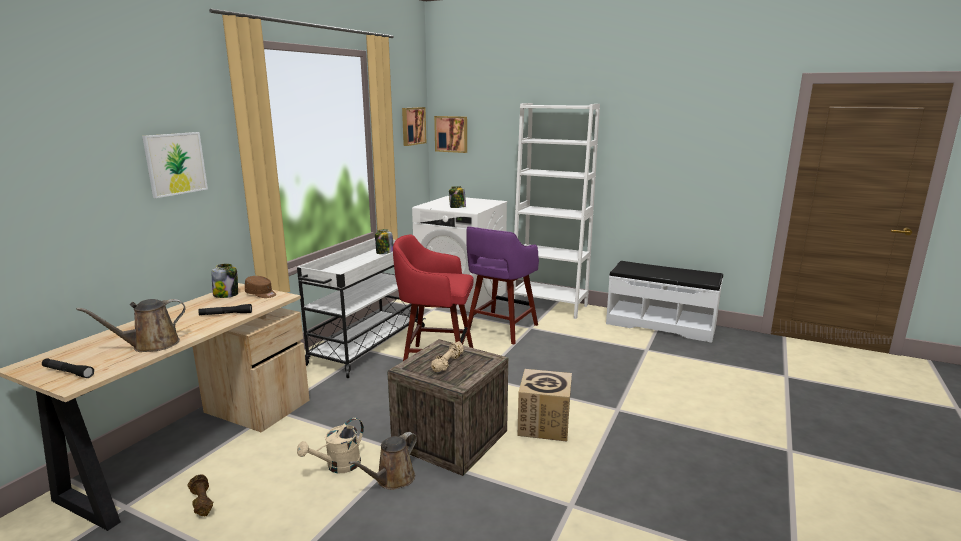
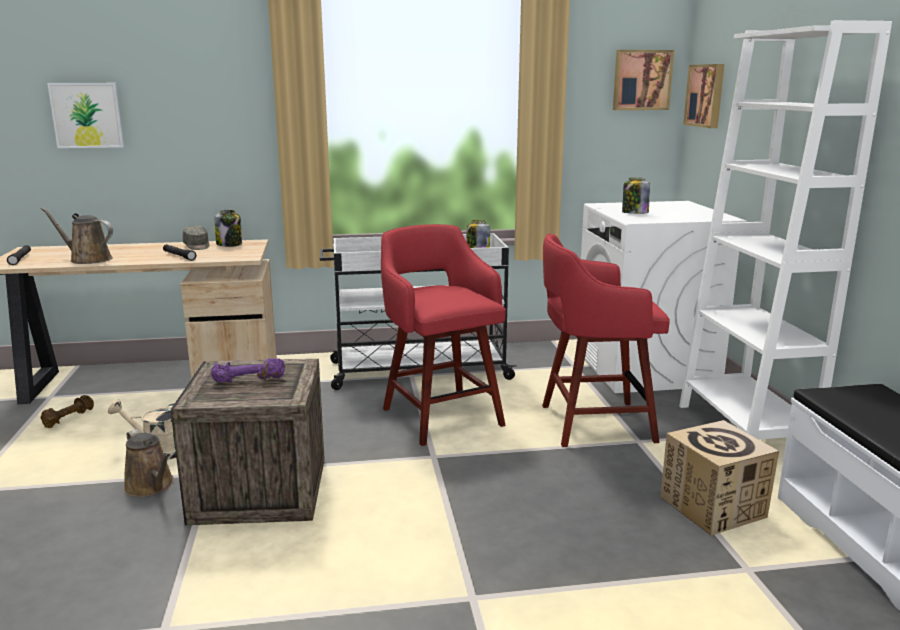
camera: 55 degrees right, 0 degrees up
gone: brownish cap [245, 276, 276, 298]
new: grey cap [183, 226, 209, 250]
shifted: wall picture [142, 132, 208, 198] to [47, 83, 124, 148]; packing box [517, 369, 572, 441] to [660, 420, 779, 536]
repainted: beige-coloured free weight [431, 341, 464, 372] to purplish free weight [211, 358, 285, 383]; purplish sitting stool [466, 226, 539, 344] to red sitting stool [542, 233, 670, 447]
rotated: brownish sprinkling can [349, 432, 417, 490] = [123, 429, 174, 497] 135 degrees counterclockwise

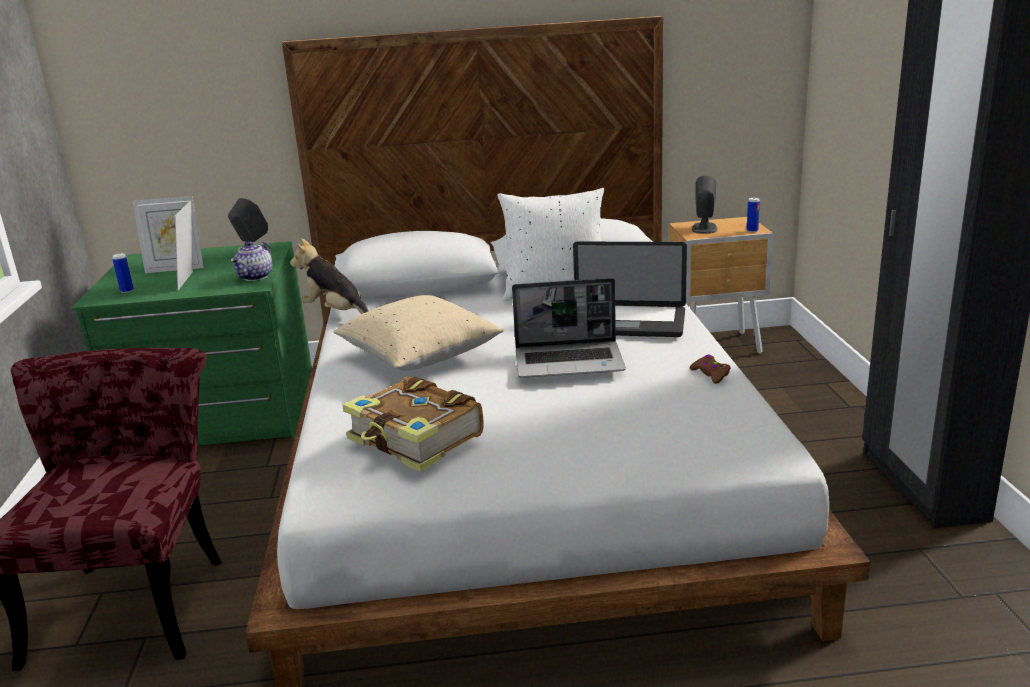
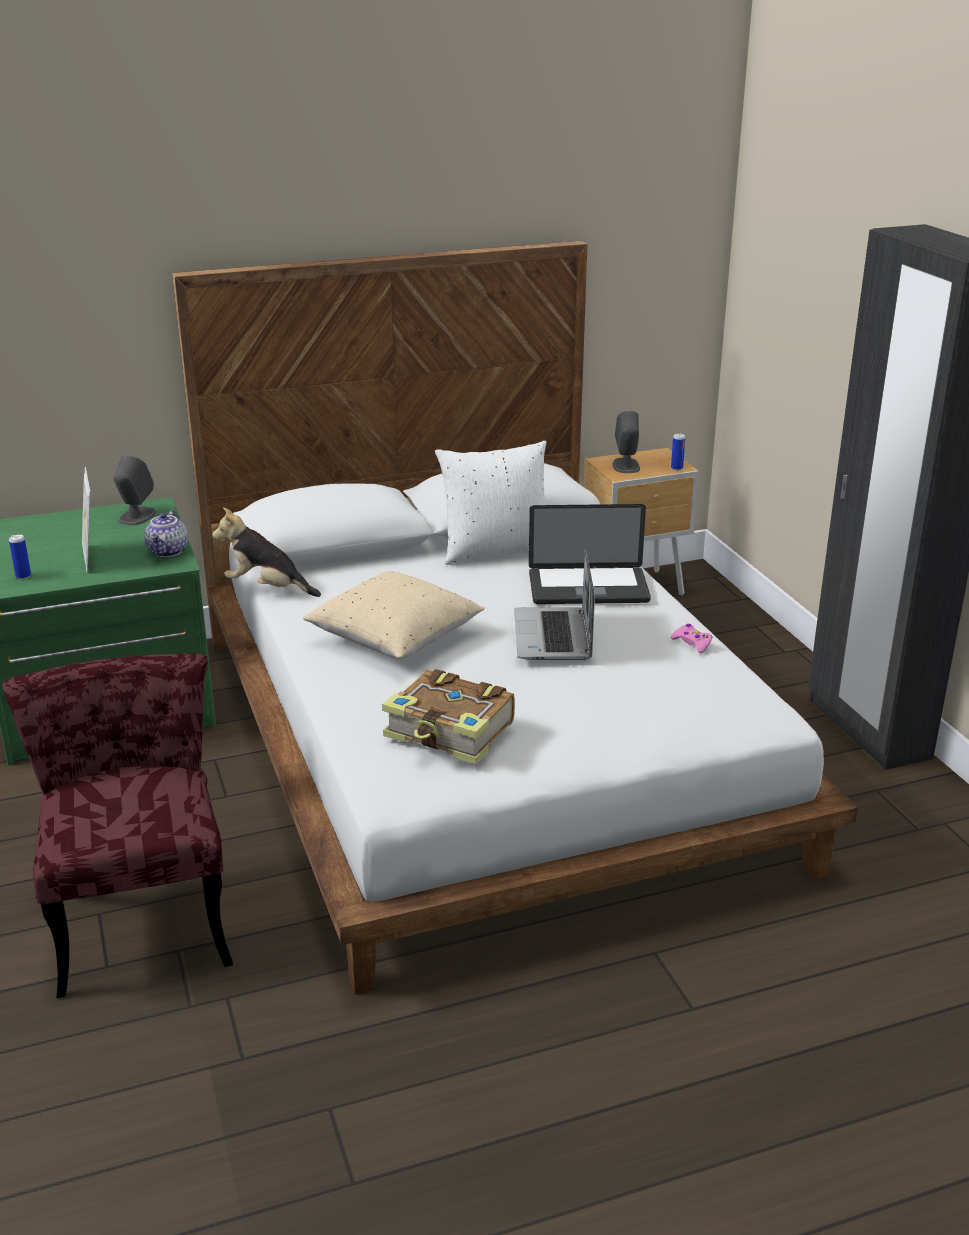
camera: 15 degrees left, 5 degrees up
gone: photo frame [133, 196, 204, 273]
repainted: brownish joypad [689, 354, 731, 384] to pinkish joypad [671, 624, 713, 653]
rotated: notebook computer [512, 278, 626, 378] = [514, 548, 595, 660] 105 degrees clockwise

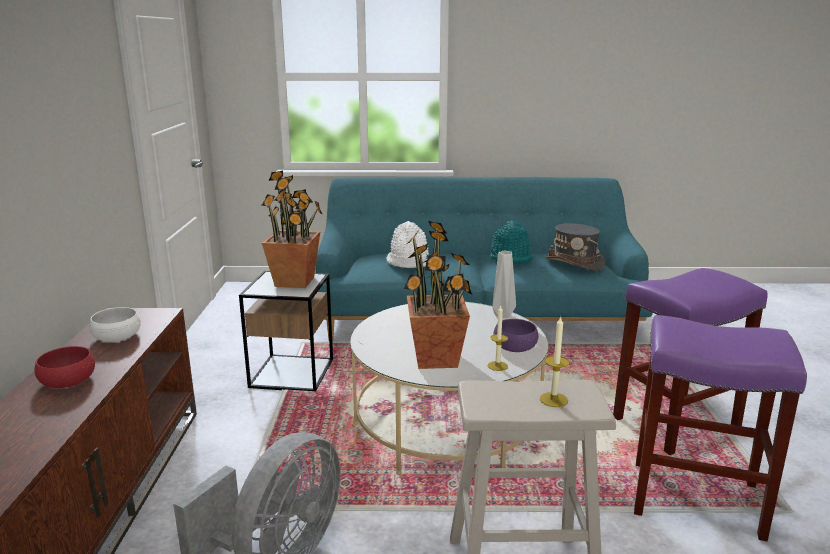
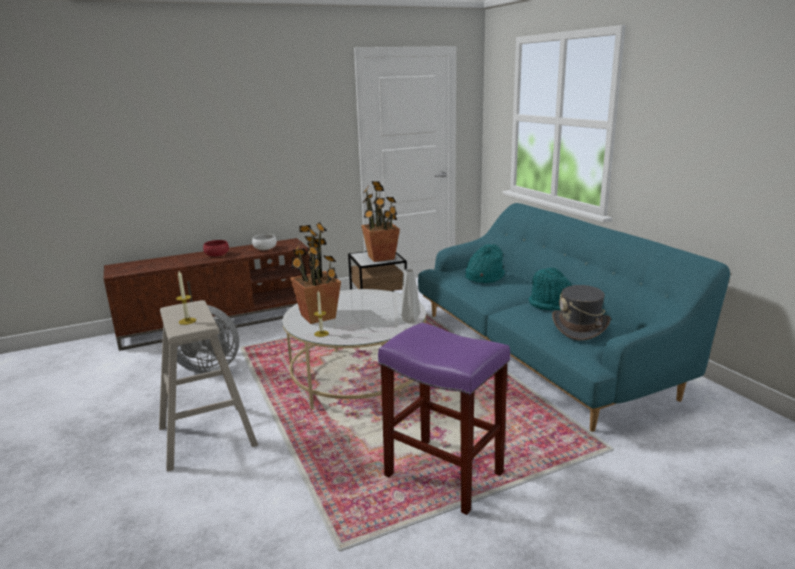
camera: 65 degrees right, 0 degrees up
gone: purplish bowl [493, 319, 538, 352]; purplish sitting stool [634, 315, 807, 541]
repainted: white-coloured hat [387, 221, 429, 268] to turquoise-coloured hat [465, 244, 505, 283]

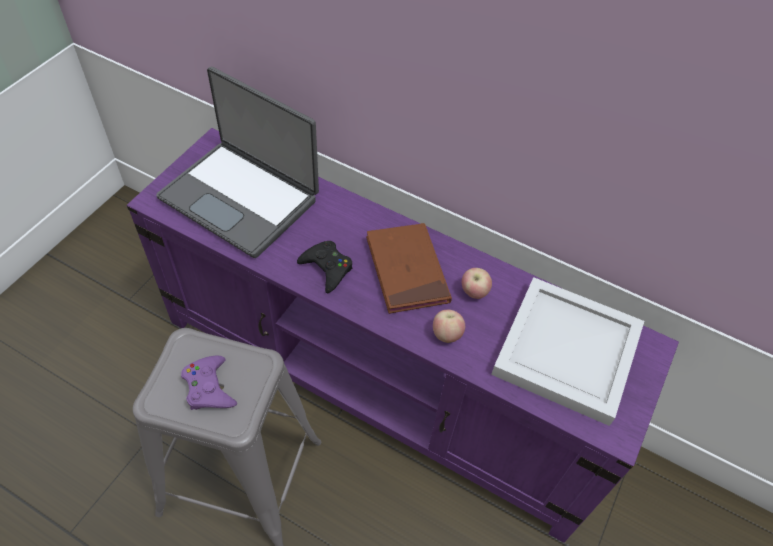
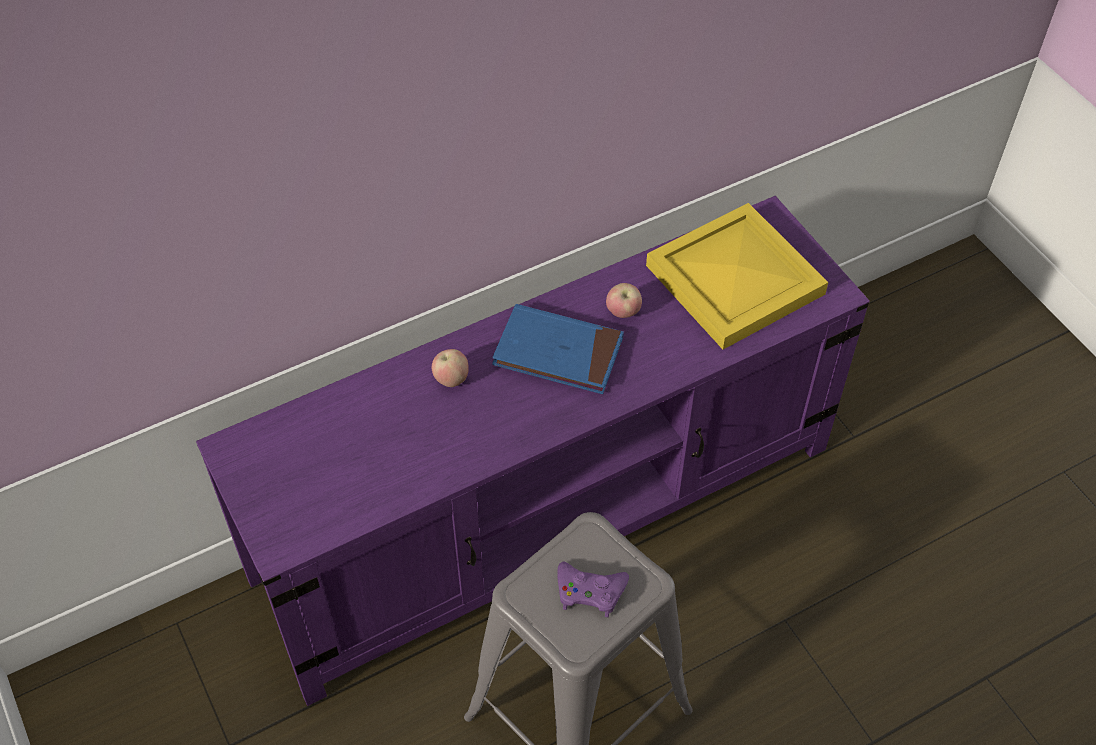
camera: 55 degrees left, 0 degrees up
gone: notebook computer [156, 67, 319, 258]; black-coloured joypad [297, 241, 352, 293]
shifted: apple fruit [433, 310, 465, 343] to [432, 349, 469, 387]
repainted: brownish book [366, 223, 452, 314] to blue-coloured book [492, 304, 624, 394]; white-coloured serving tray [491, 277, 644, 426] to yellow serving tray [646, 203, 828, 349]

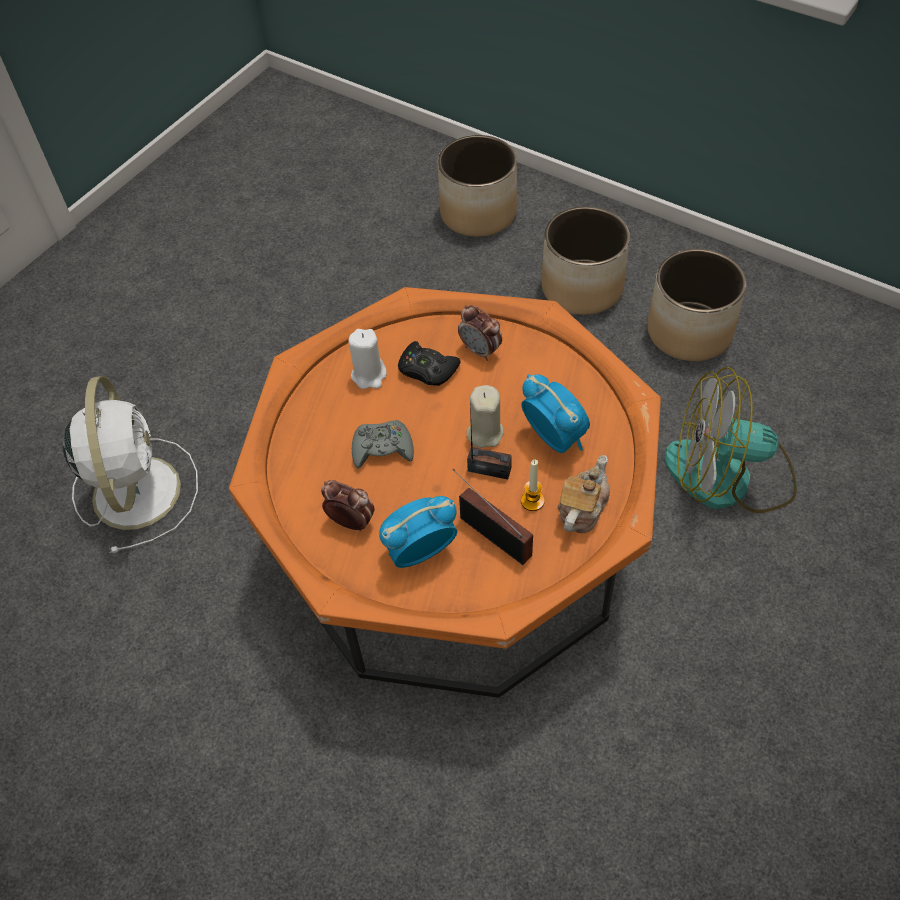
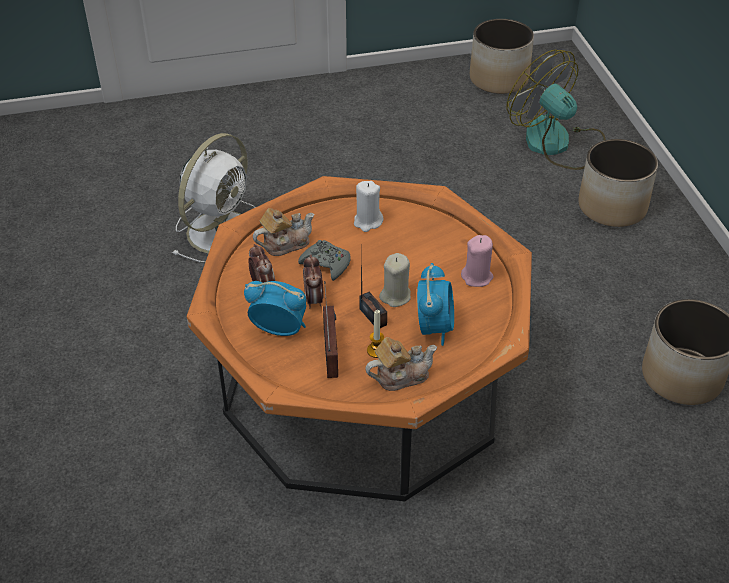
camera: 40 degrees right, 10 degrees down
gone: black-coloured joypad [398, 341, 461, 386]
new: teapot [253, 208, 314, 256]; pinkish wax candle [461, 235, 494, 287]
shifted: table clock [458, 305, 502, 361] to [303, 254, 324, 308]; flower pot [541, 207, 630, 315] to [470, 19, 534, 94]; electric fan [665, 367, 797, 513] to [507, 50, 606, 170]

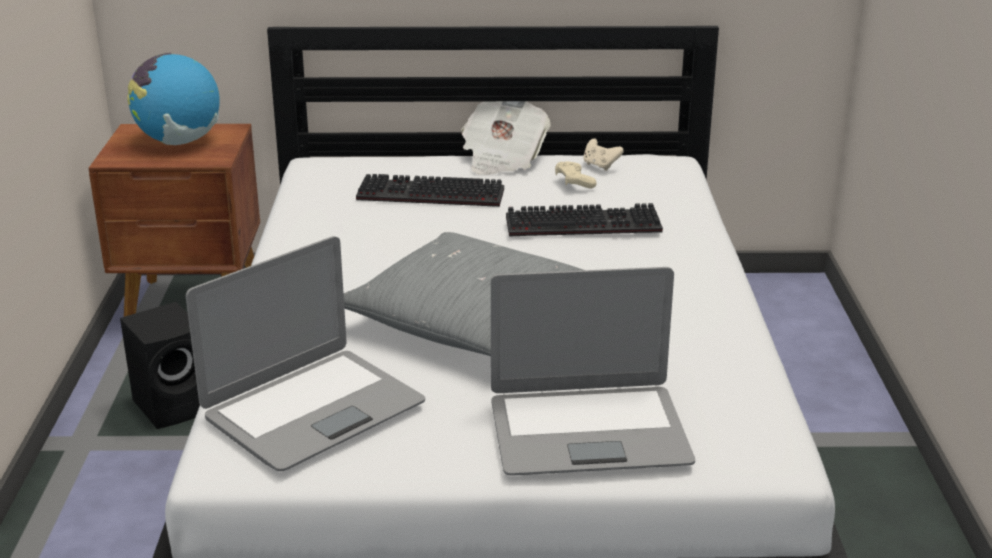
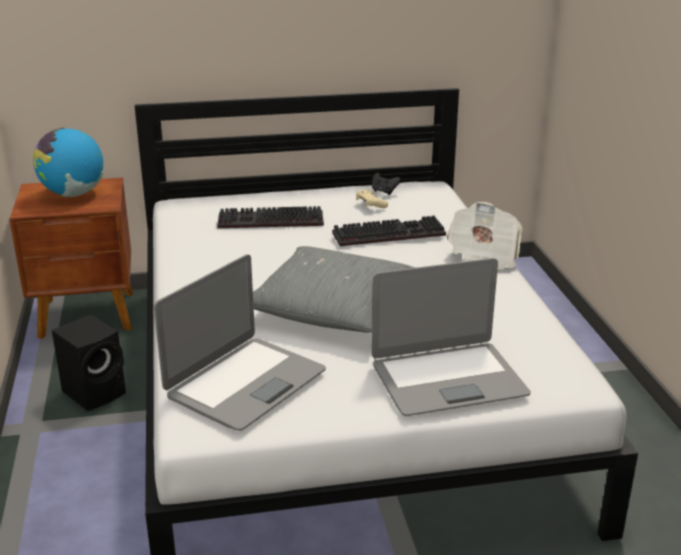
camera: 10 degrees left, 0 degrees up
shifted: daily paper [461, 101, 551, 175] to [446, 202, 523, 271]
repainted: beige-coloured joypad [583, 139, 624, 171] to black-coloured joypad [372, 173, 401, 195]

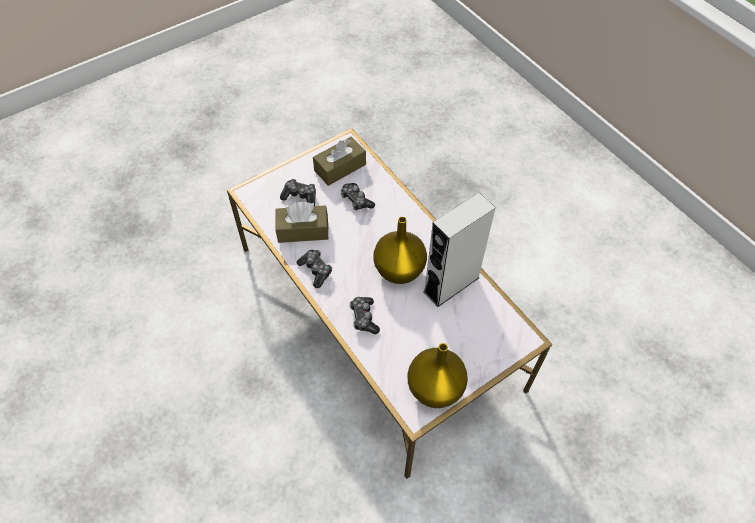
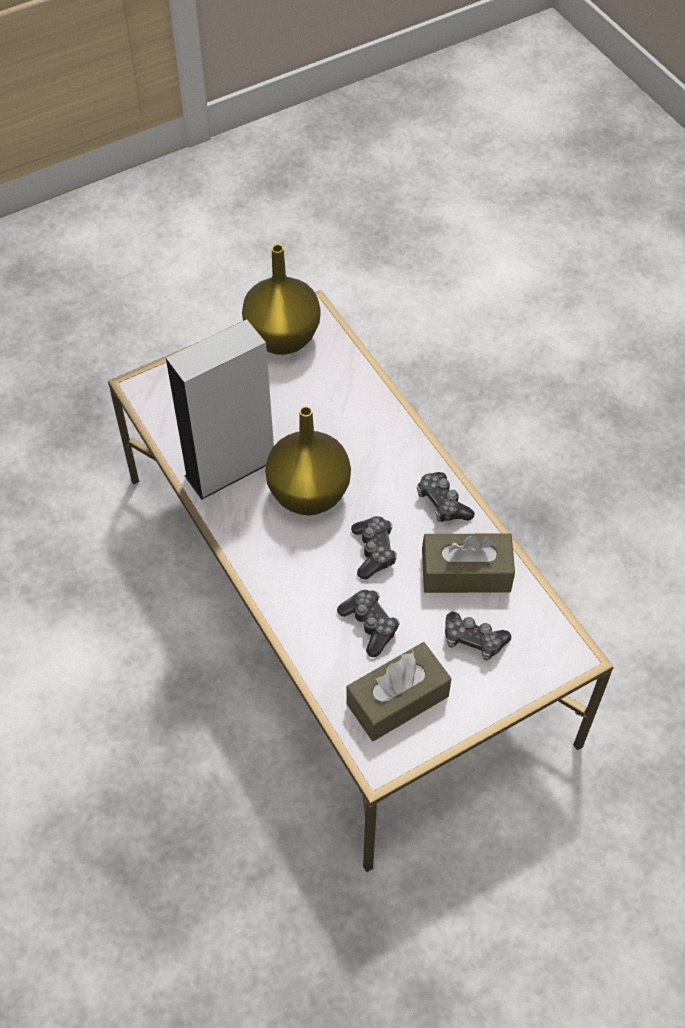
camera: 175 degrees left, 0 degrees up
shifted: joypad [349, 297, 380, 334] to [351, 516, 397, 579]

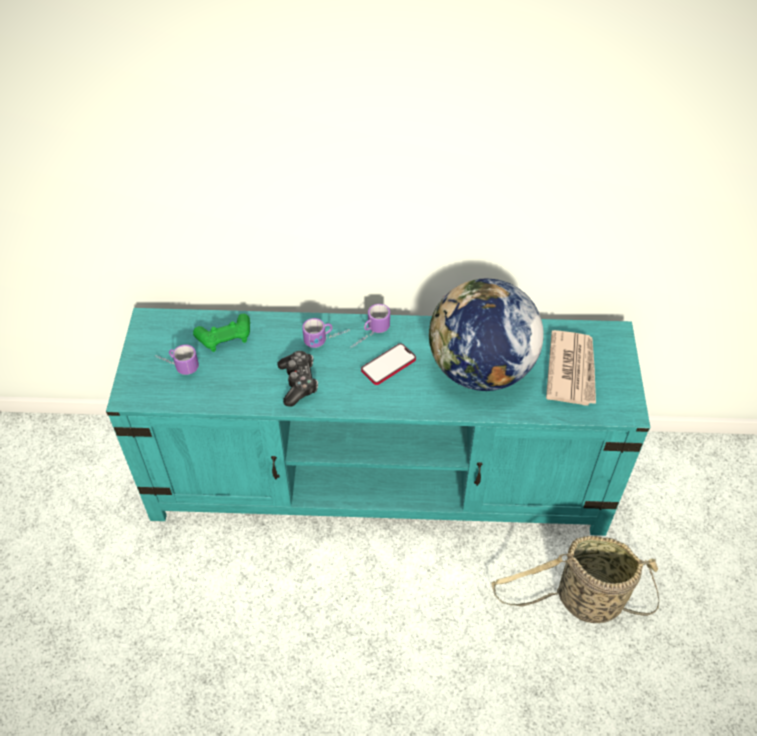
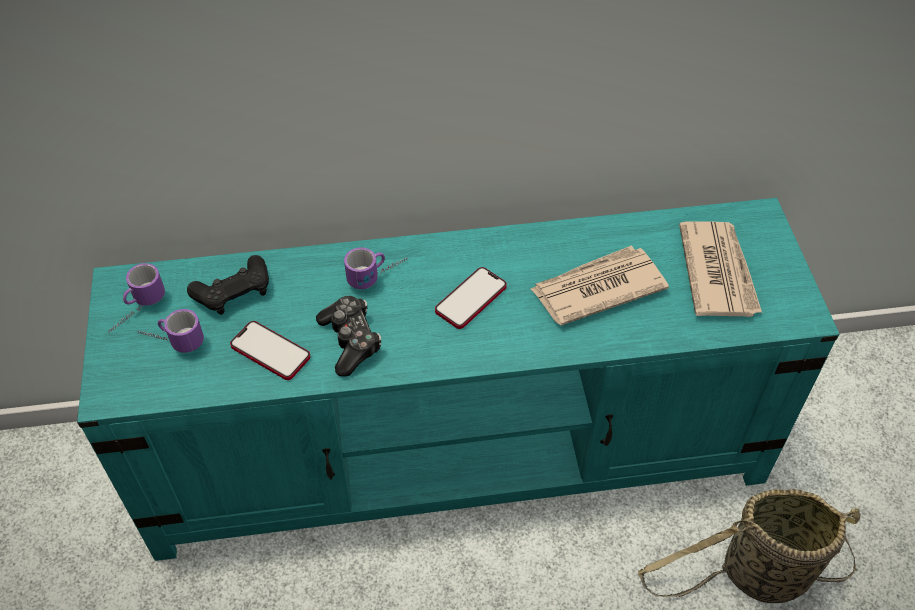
camera: 10 degrees left, 0 degrees up
new: telephone [230, 321, 311, 380]
shifted: mug [352, 304, 390, 348] to [108, 263, 165, 334]
swapped: desk globe [429, 278, 543, 391] to daily paper [531, 246, 669, 325]
repainted: greenish joypad [193, 314, 250, 352] to black-coloured joypad [187, 255, 269, 315]

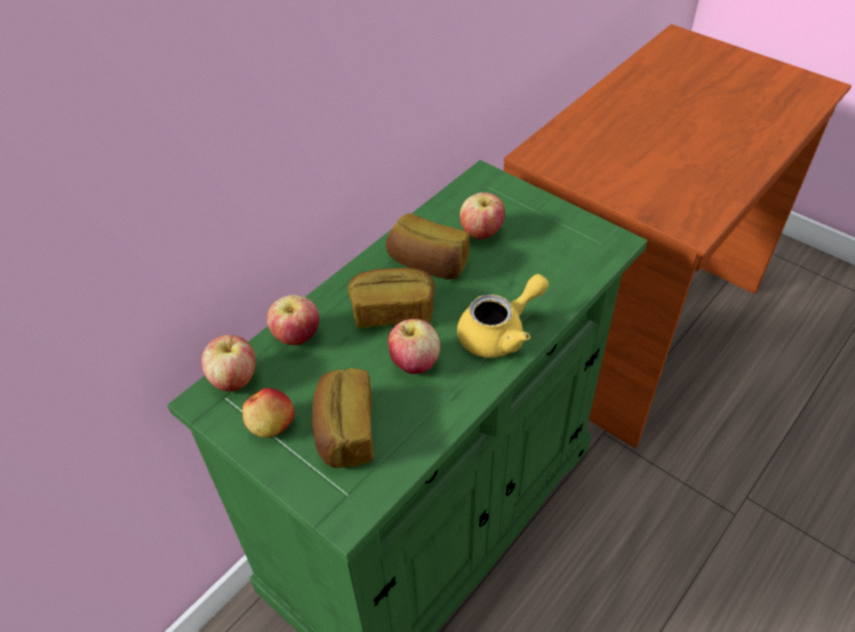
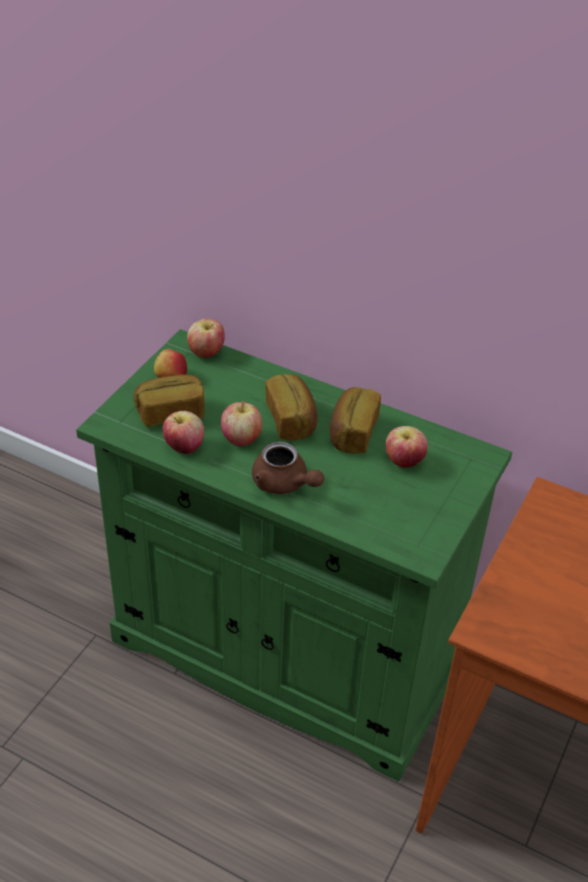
camera: 75 degrees right, 5 degrees down
shifted: apple fruit [267, 295, 319, 345] to [163, 411, 204, 454]
repainted: yellow teapot [457, 274, 549, 358] to brownish teapot [252, 442, 324, 494]

